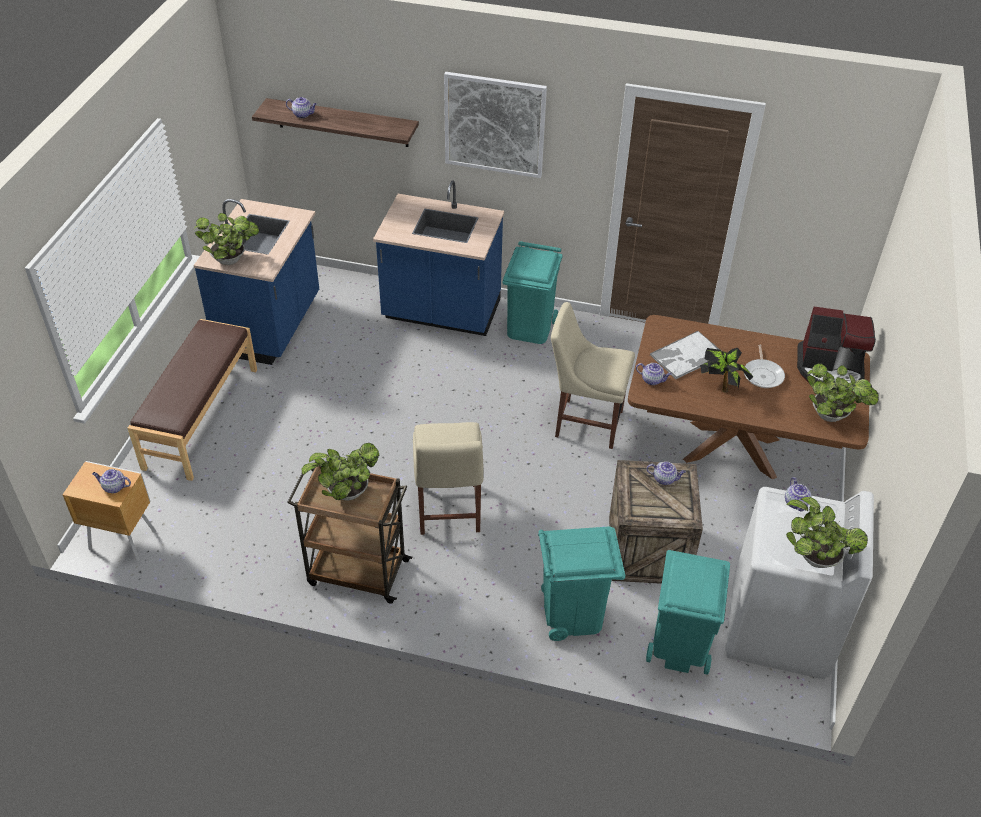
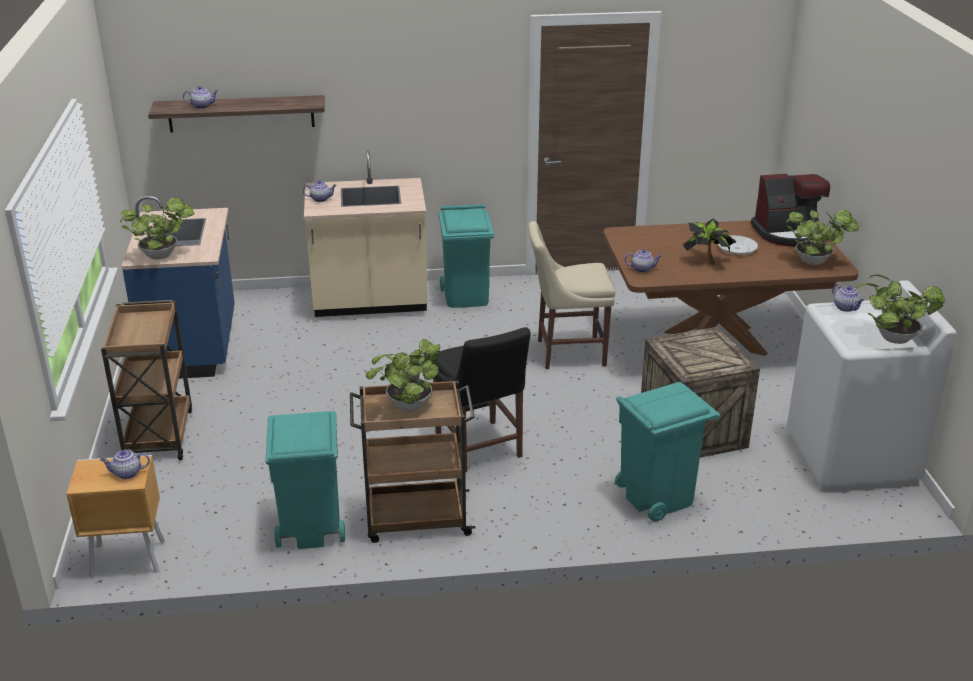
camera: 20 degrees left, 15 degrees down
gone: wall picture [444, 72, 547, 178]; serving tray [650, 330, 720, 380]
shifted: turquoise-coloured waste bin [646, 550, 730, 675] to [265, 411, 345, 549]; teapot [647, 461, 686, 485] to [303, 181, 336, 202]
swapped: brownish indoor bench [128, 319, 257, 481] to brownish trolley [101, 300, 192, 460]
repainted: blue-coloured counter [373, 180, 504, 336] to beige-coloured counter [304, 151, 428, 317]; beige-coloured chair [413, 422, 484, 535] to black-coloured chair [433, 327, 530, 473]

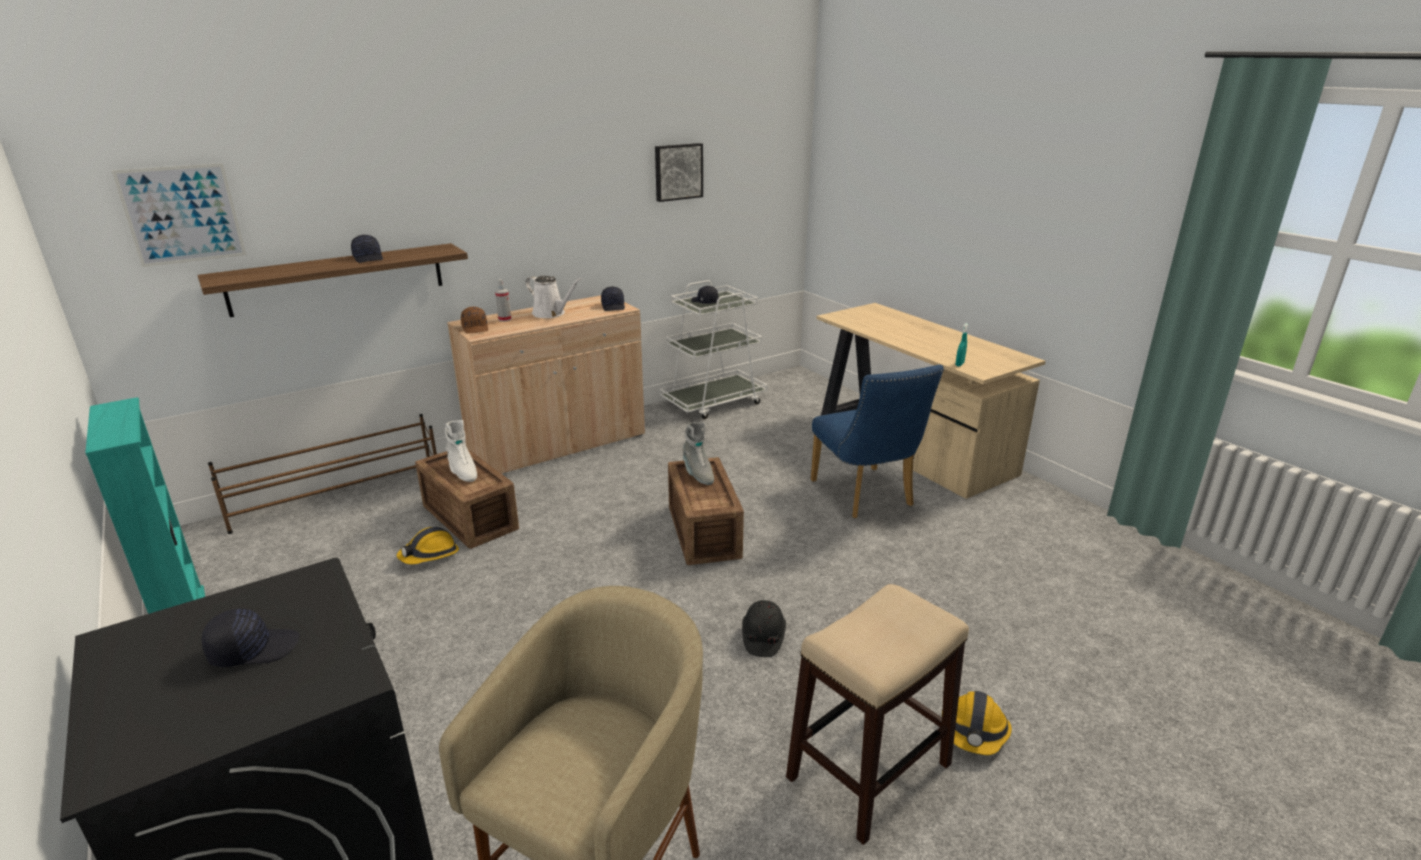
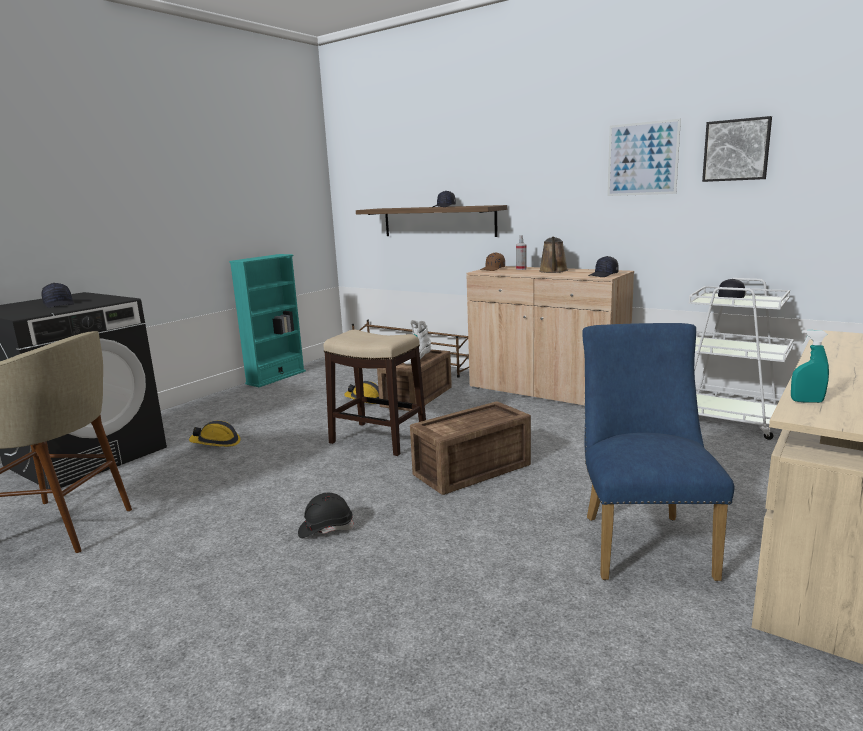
camera: 70 degrees right, 10 degrees down
gone: grey tall boot [683, 422, 714, 485]
shifted: wall picture [112, 163, 246, 267] to [607, 119, 681, 196]; sitting stool [786, 584, 969, 845] to [323, 330, 426, 456]; safety helmet [942, 691, 1012, 755] to [189, 421, 241, 447]
repainted: white-coloured sprinkling can [525, 276, 582, 318] to brownish sprinkling can [539, 237, 568, 273]
rotated: blue-coloured chair [811, 365, 944, 518] = [582, 323, 734, 581] 135 degrees clockwise

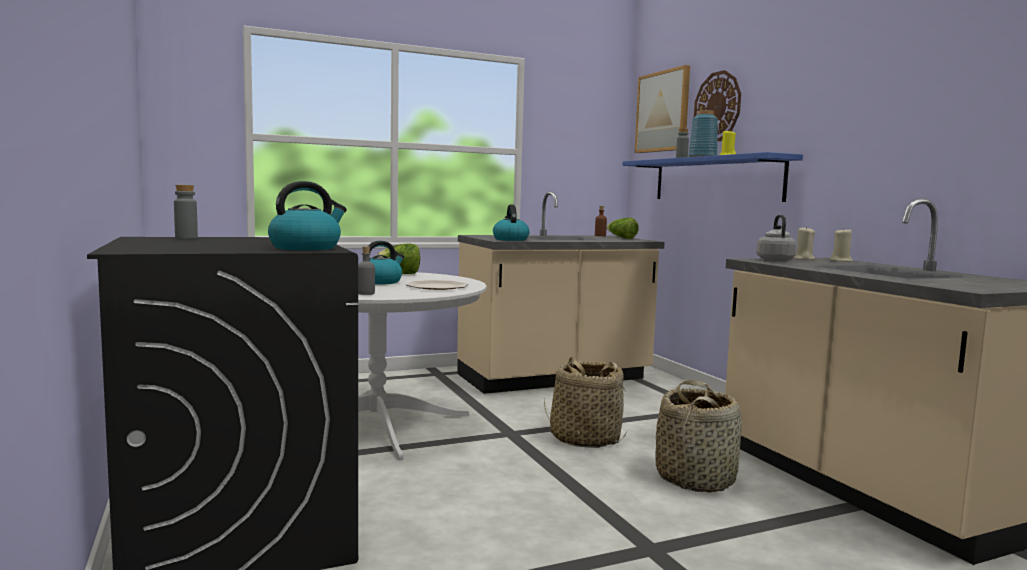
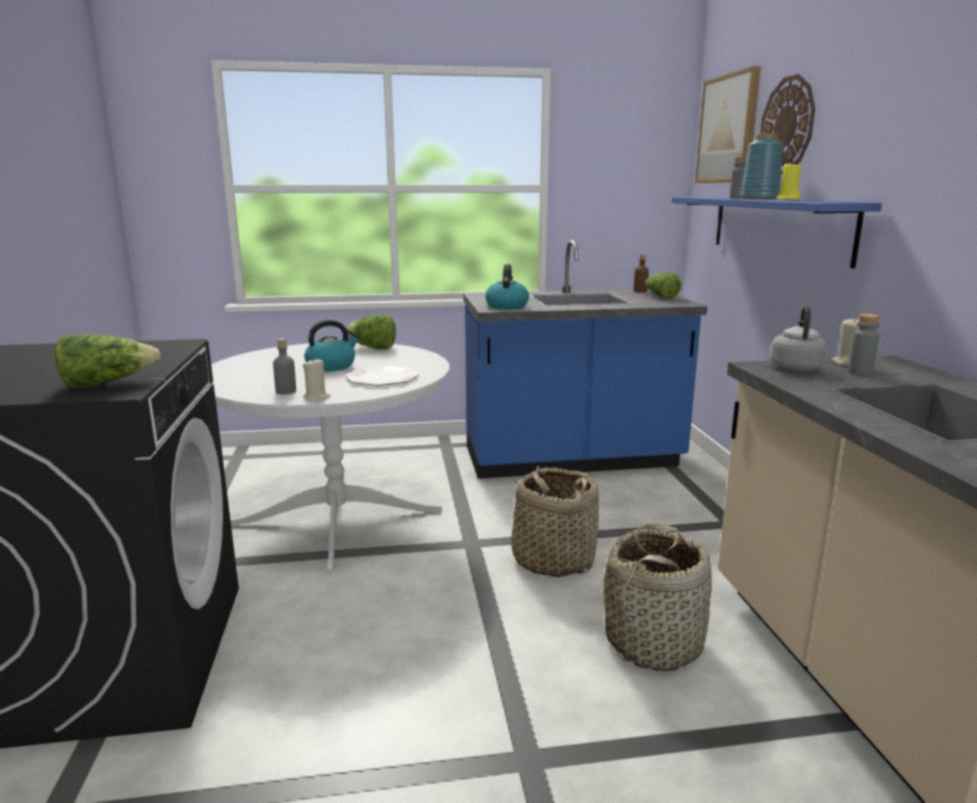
camera: 15 degrees right, 10 degrees up
shifted: grey bottle [174, 185, 198, 239] to [848, 314, 880, 376]; beige-coloured wax candle [830, 228, 853, 262] to [303, 358, 330, 401]
swapped: kettle [268, 181, 347, 250] to head of lettuce [55, 334, 161, 388]
repainted: beige-coloured counter [457, 191, 665, 394] to blue-coloured counter [463, 240, 707, 479]

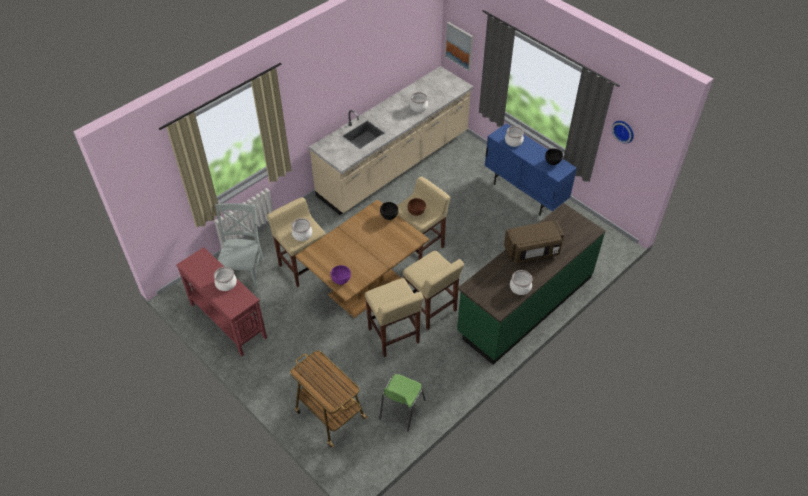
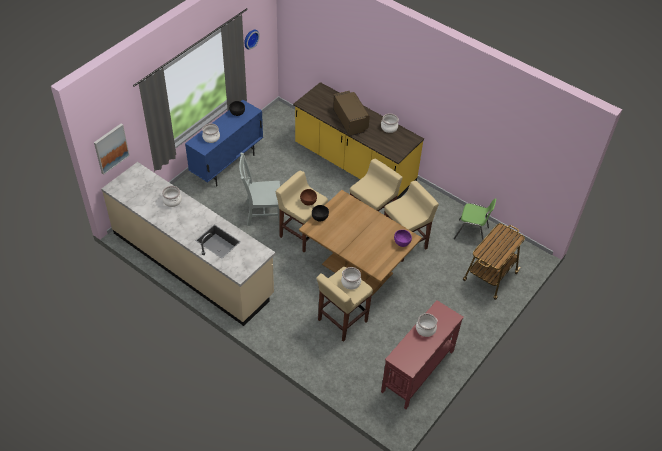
camera: 100 degrees left, 0 degrees up
shifted: grey chair [215, 203, 264, 289] to [239, 153, 280, 226]
repainted: greenish counter [457, 203, 606, 365] to yellow counter [293, 82, 424, 199]

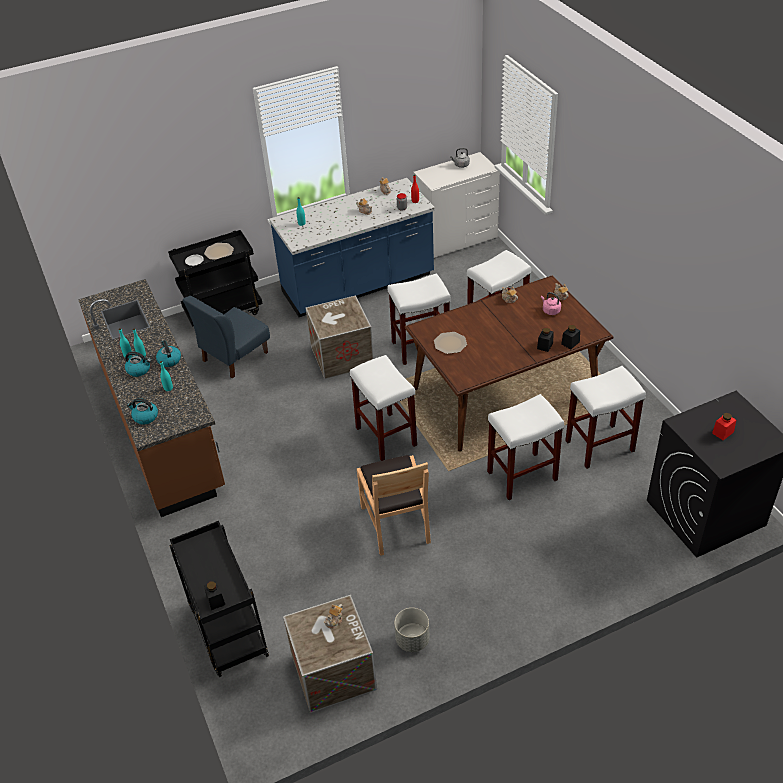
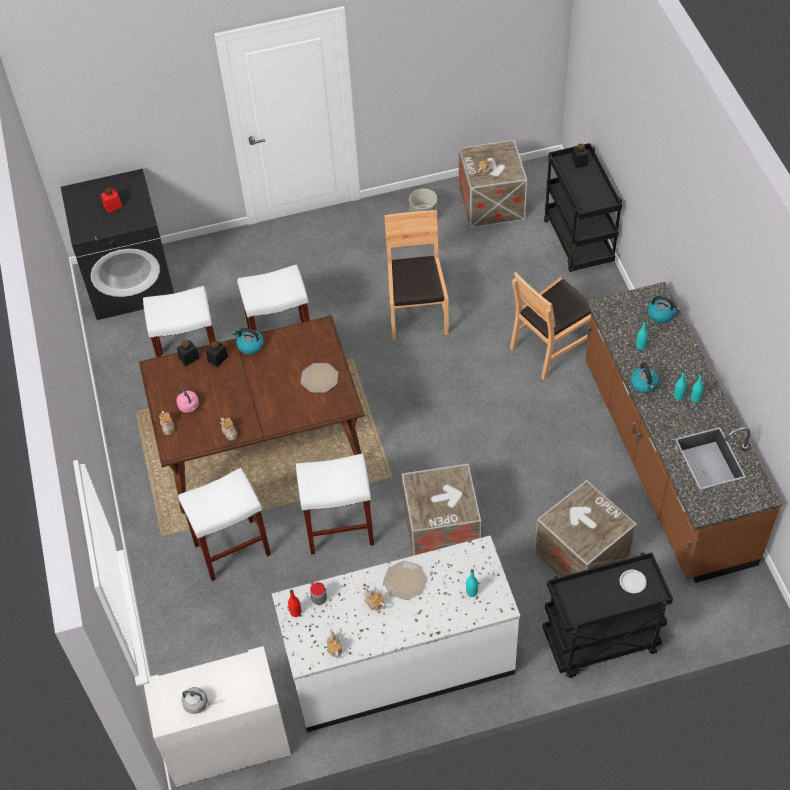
camera: 170 degrees left, 10 degrees up
gone: white-coloured sitting stool [350, 355, 417, 461]
new: brownish chair [510, 272, 591, 380]
shifted: kettle [125, 352, 151, 377] to [232, 328, 264, 355]; flat dish [204, 243, 234, 260] to [383, 561, 427, 600]
swapped: blue-coloured chair [183, 296, 270, 379] to packing crate [534, 480, 637, 577]
repainted: blue-coloured counter [269, 178, 435, 317] to white-coloured counter [272, 535, 520, 732]

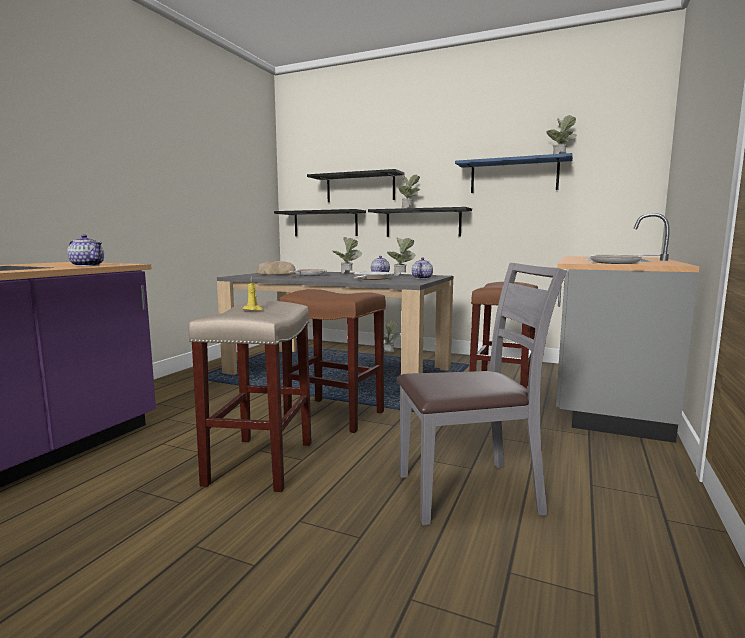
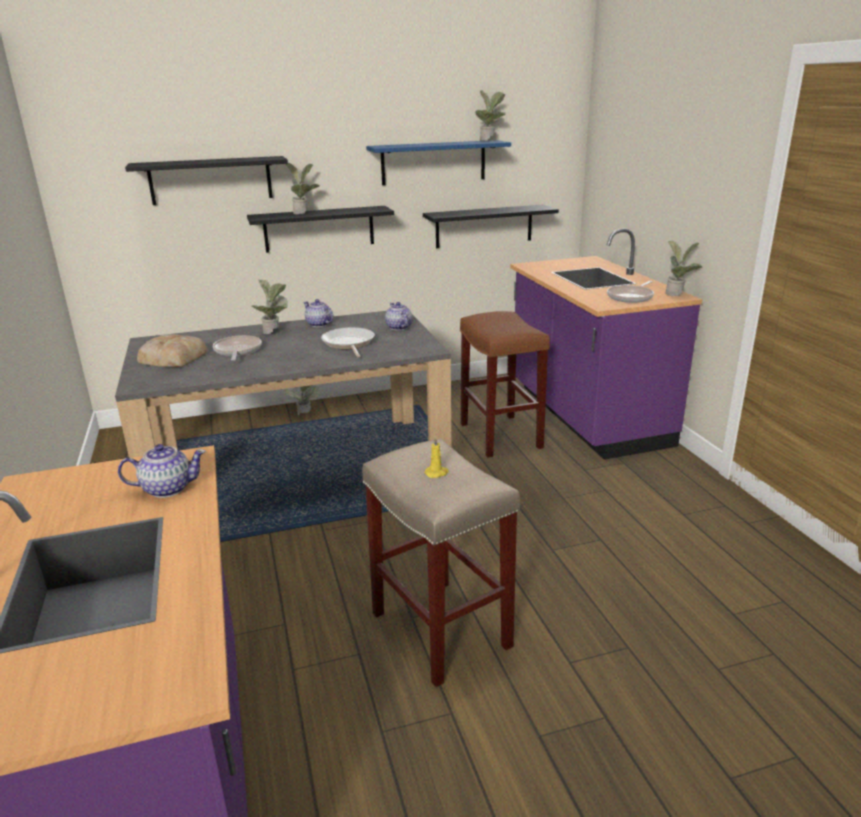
camera: 40 degrees left, 15 degrees up
gone: brownish sitting stool [279, 289, 386, 433]; grey chair [397, 263, 567, 525]
shifted: black-coloured shelf [274, 209, 366, 236] to [423, 204, 559, 248]; plant in a pot [387, 237, 415, 276] to [665, 241, 702, 296]
repainted: grey counter [556, 213, 699, 443] to purplish counter [510, 228, 702, 460]

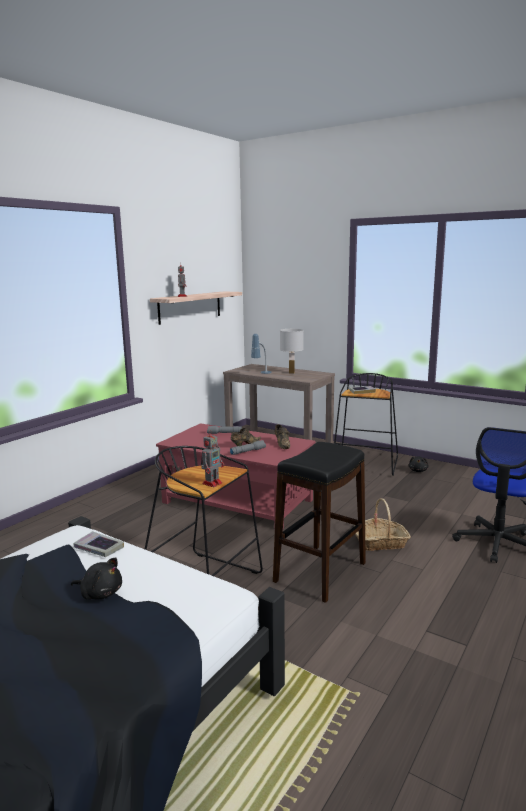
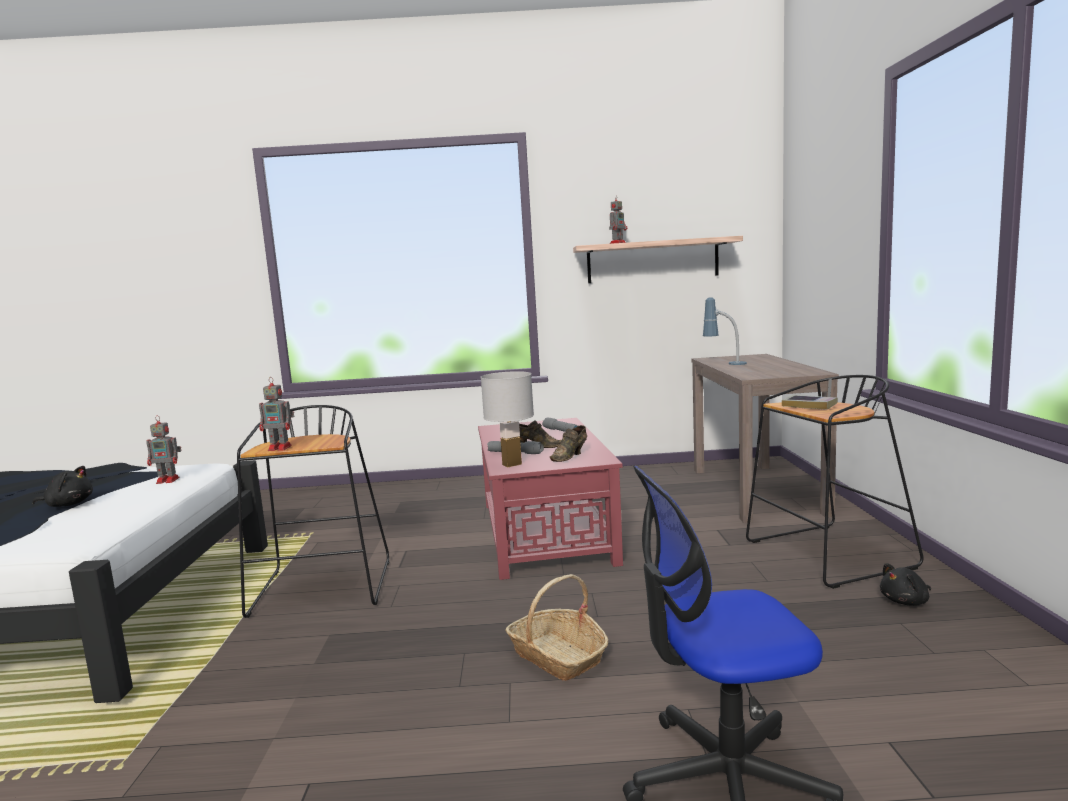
camera: 55 degrees right, 5 degrees down
gone: black-coloured sitting stool [273, 442, 366, 603]
shifted: white-coloured table lamp [280, 329, 304, 373] to [481, 371, 534, 467]
swapped: book [74, 531, 124, 557] to toy robot [146, 415, 182, 484]
rotated: black-coloured cuddly toy [71, 557, 122, 599] = [32, 466, 93, 507] 75 degrees counterclockwise

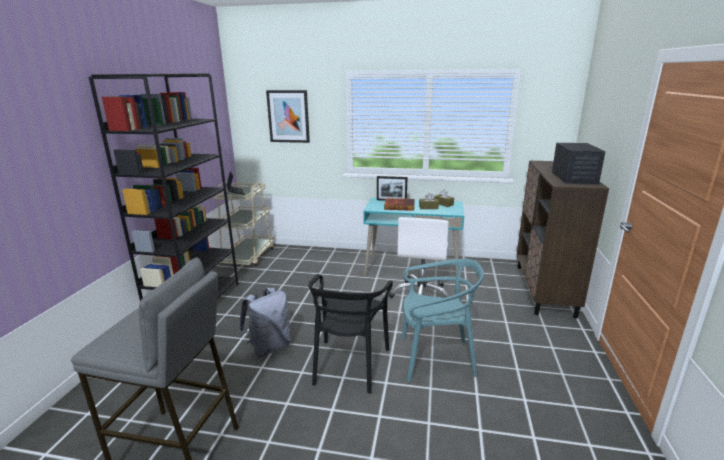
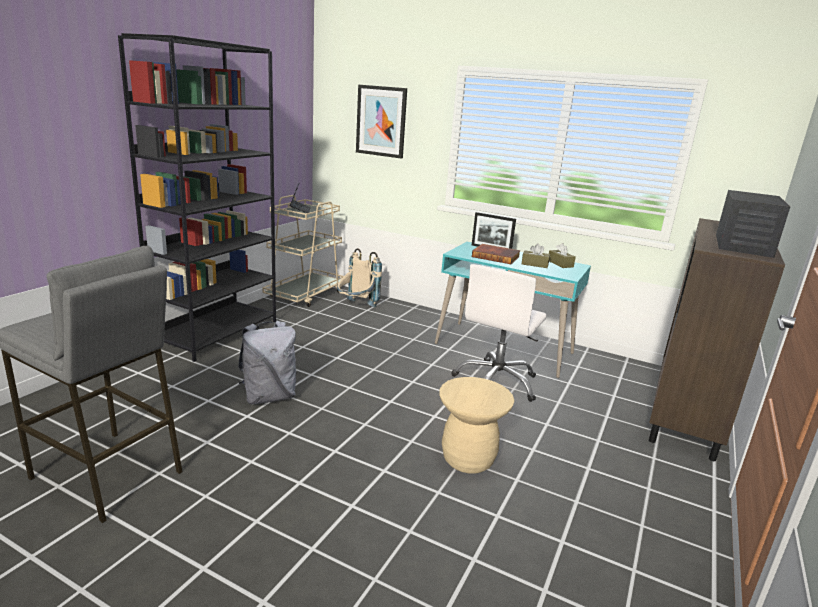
camera: 15 degrees right, 0 degrees up
gone: black-coloured chair [308, 274, 393, 393]
new: beige-coloured rucksack [337, 248, 382, 307]
swapped: turquoise-coloured chair [401, 259, 484, 382] to beige-coloured sitting stool [439, 377, 514, 474]

